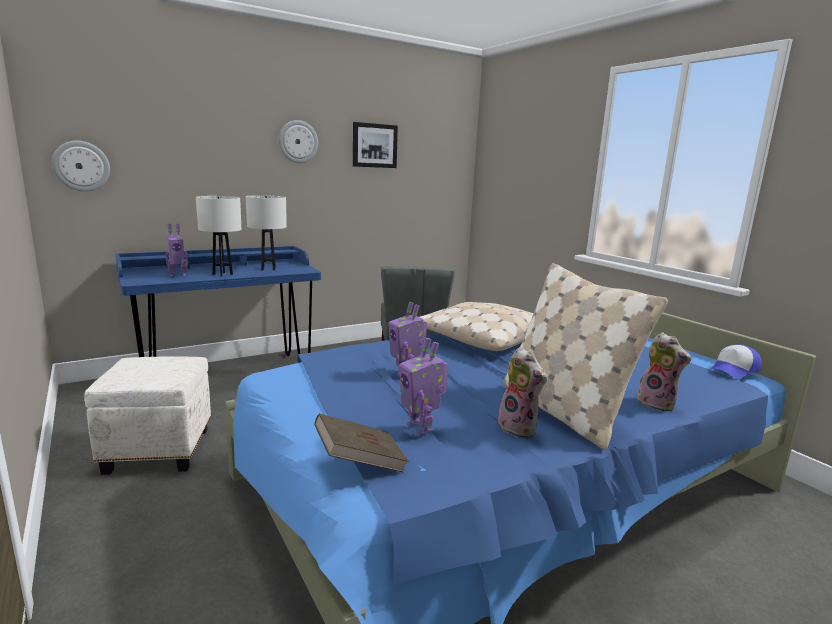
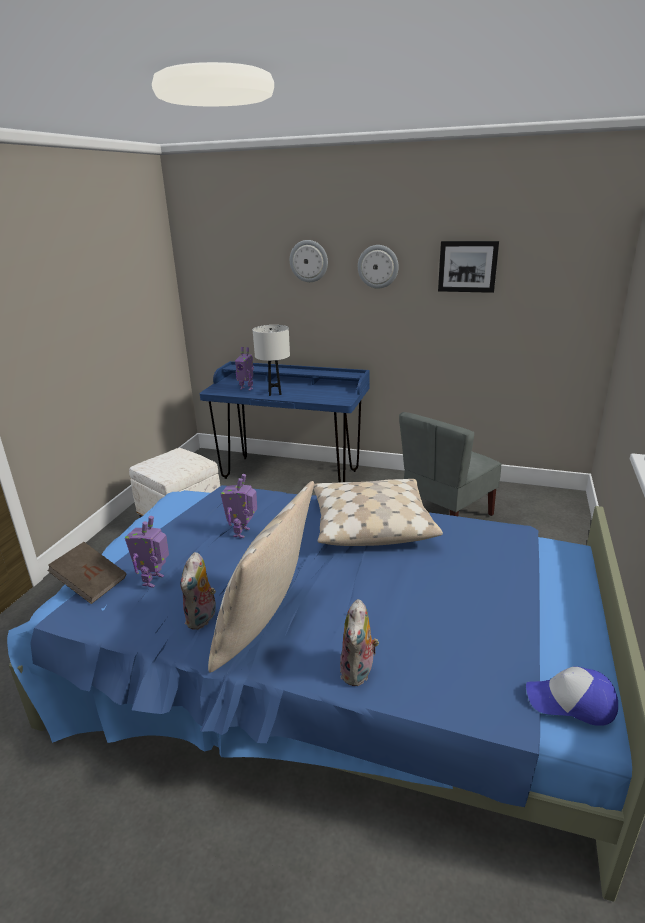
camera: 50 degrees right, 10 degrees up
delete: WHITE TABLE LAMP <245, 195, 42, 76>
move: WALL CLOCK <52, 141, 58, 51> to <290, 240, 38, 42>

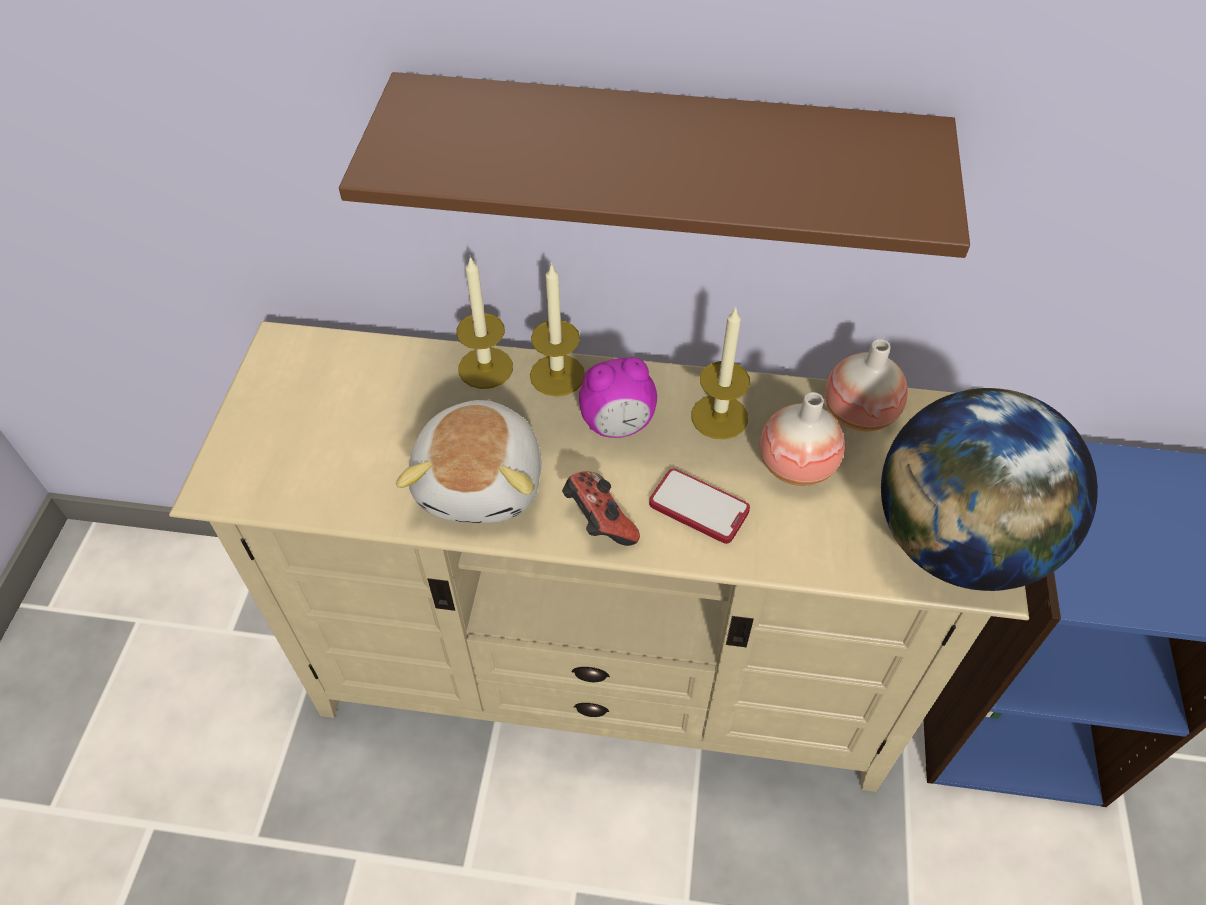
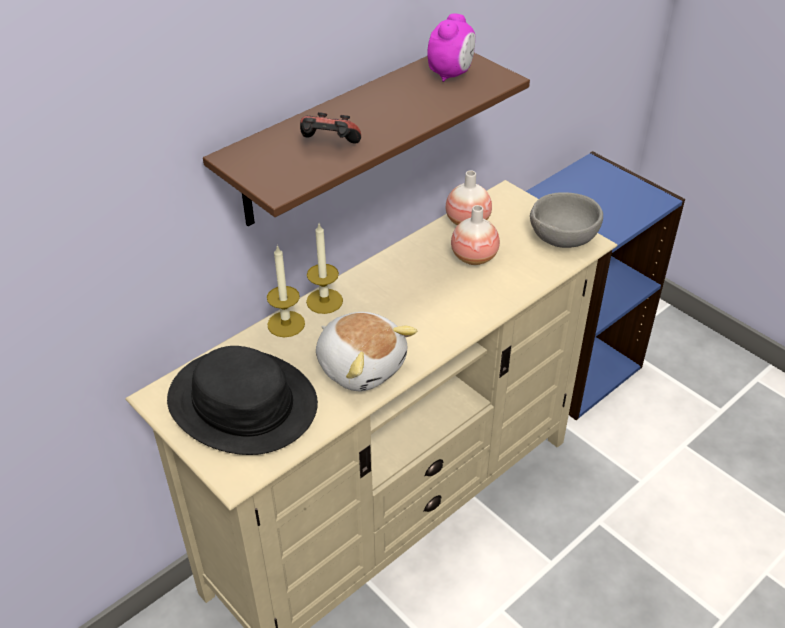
camera: 50 degrees left, 10 degrees down
delete: PHONE <649, 469, 101, 75>; CANDLE <691, 307, 59, 132>
insert: BLACK HAT <167, 346, 151, 109>
move: GAME CONTROLLER <562, 471, 78, 75> to <300, 112, 61, 32>; ALARM CLOCK <579, 357, 78, 81> to <427, 13, 49, 69>
replace: GLOBE <881, 388, 217, 203> to GREY BOWL <530, 192, 73, 56>

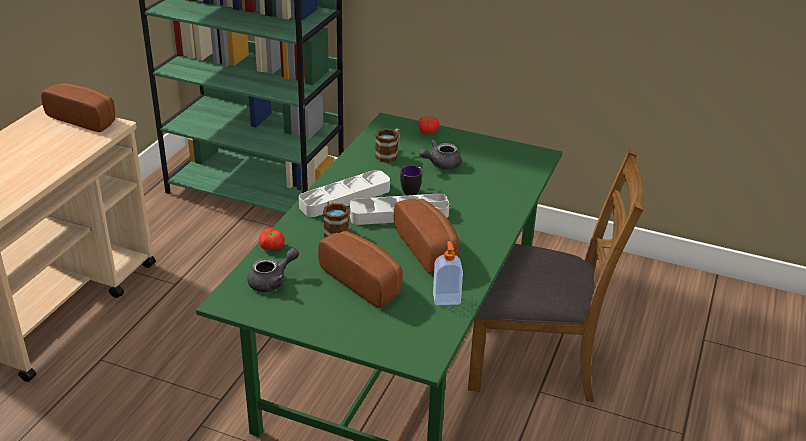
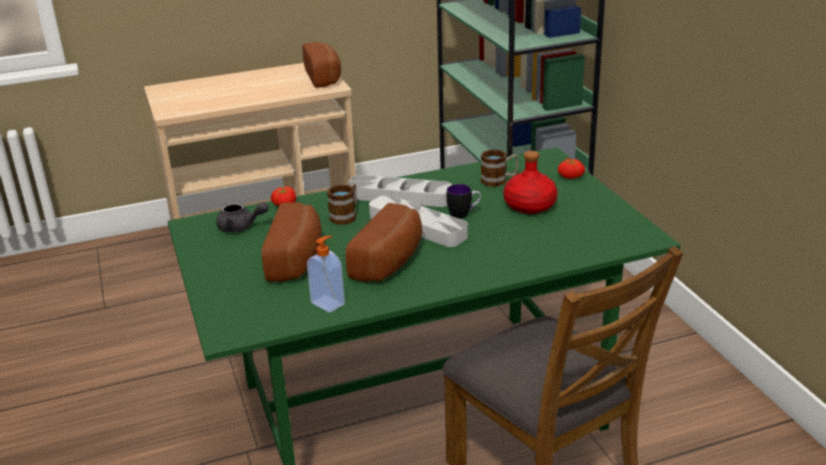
camera: 50 degrees right, 5 degrees down
replace: GREY TEAPOT <420, 140, 41, 30> to RED BOTTLE <503, 151, 55, 63>

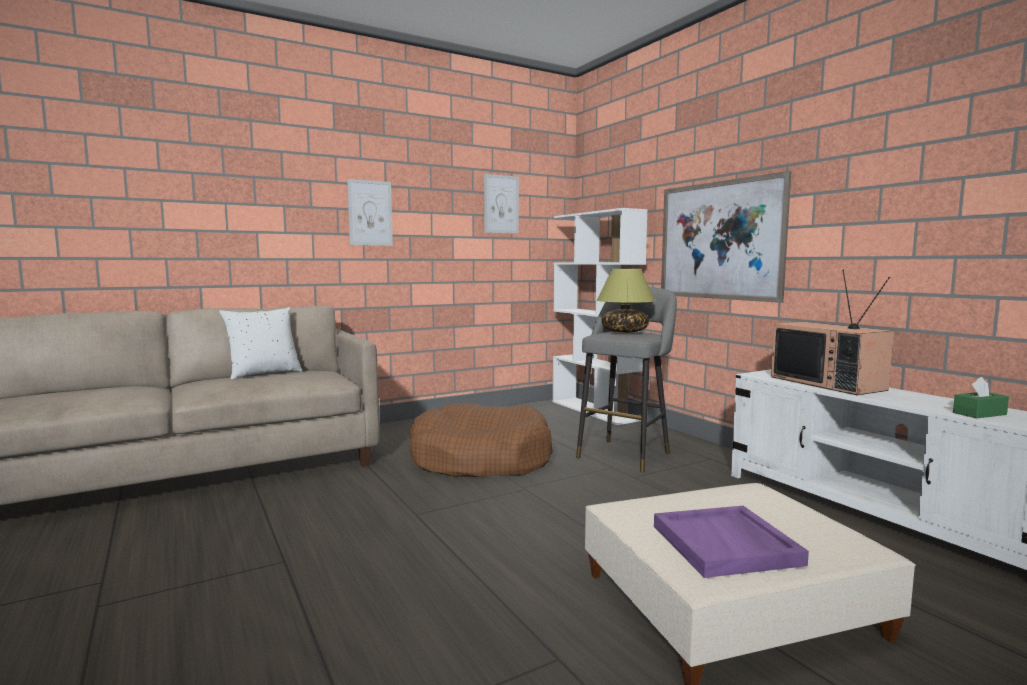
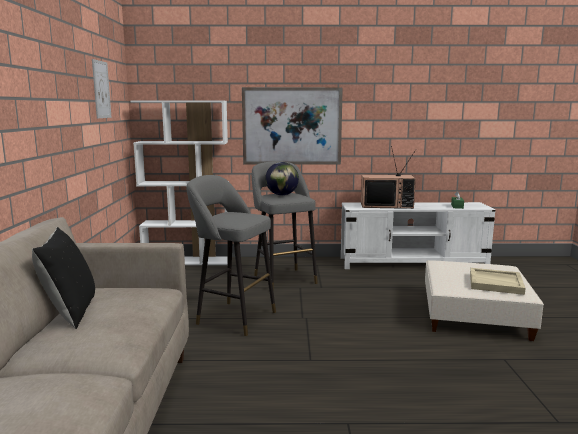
camera: 60 degrees left, 5 degrees up
delete: PICTURE <347, 179, 46, 67>
replace: BROWN DOG BED <409, 403, 144, 74> to GREY STOOL <187, 175, 89, 161>; TABLE LAMP <597, 269, 58, 64> to GLOBE <265, 162, 34, 33>
recolor: WHITE PILLOW <219, 307, 83, 73> to BLACK PILLOW <32, 227, 63, 102>; PURPLE TRAY <654, 506, 155, 72> to BEIGE TRAY <470, 268, 56, 27>

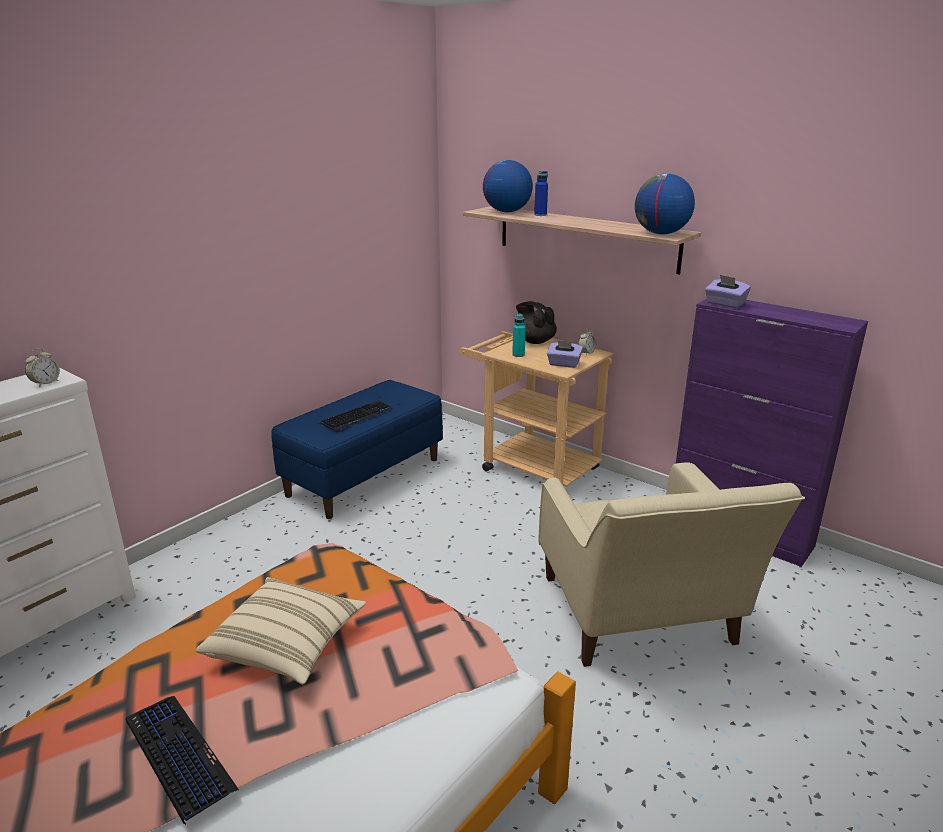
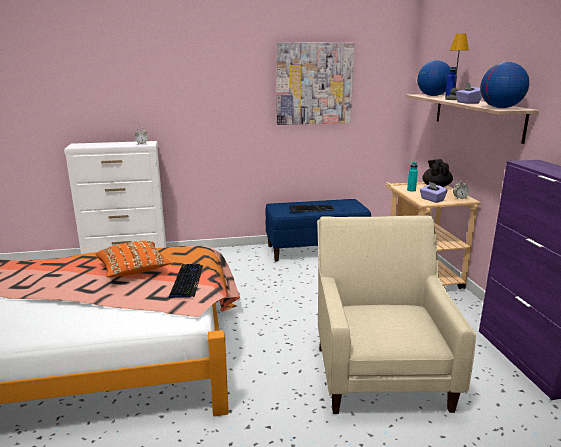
camera: 40 degrees right, 5 degrees down
insert: PICTURE <276, 42, 79, 83>; TABLE LAMP <445, 34, 24, 66>
move: KEYBOARD <126, 696, 113, 128> to <169, 264, 34, 34>; PURPLE TISSUE BOX <705, 275, 46, 34> to <456, 82, 26, 22>
recolor: BEIGE PILLOW <195, 577, 171, 108> to ORANGE PILLOW <96, 241, 76, 37>
rotate: BEIGE ARMCHAIR <538, 462, 267, 205> = <317, 216, 159, 198> 150 degrees clockwise

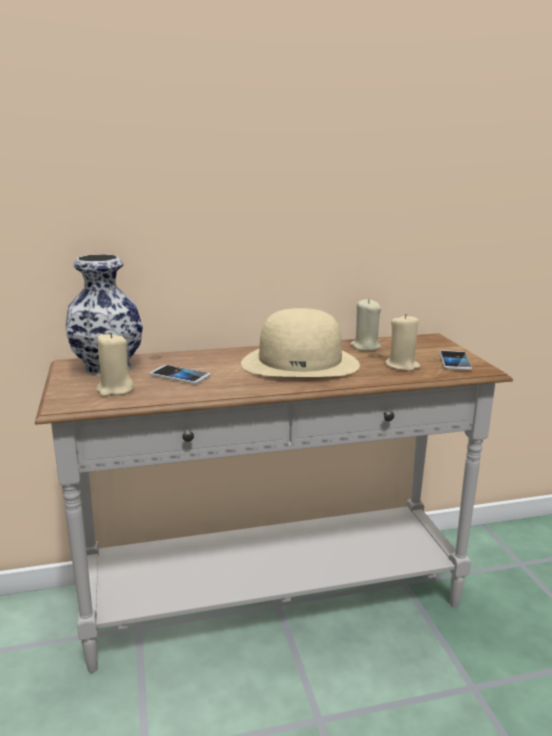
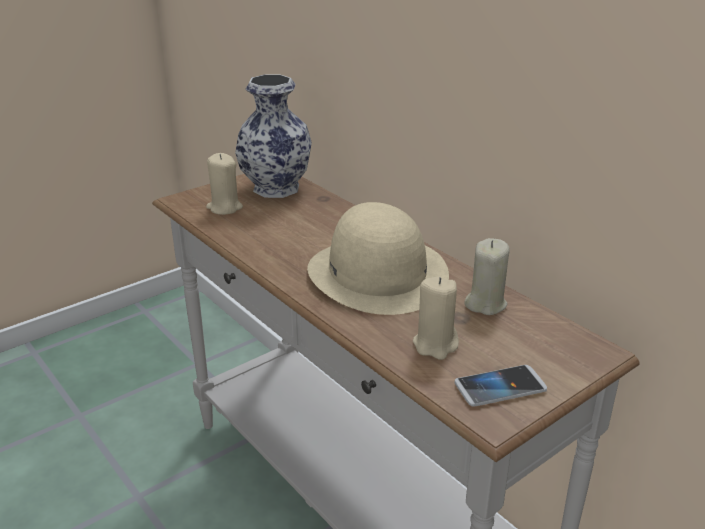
camera: 65 degrees right, 10 degrees up
delete: PHONE <150, 365, 60, 19>

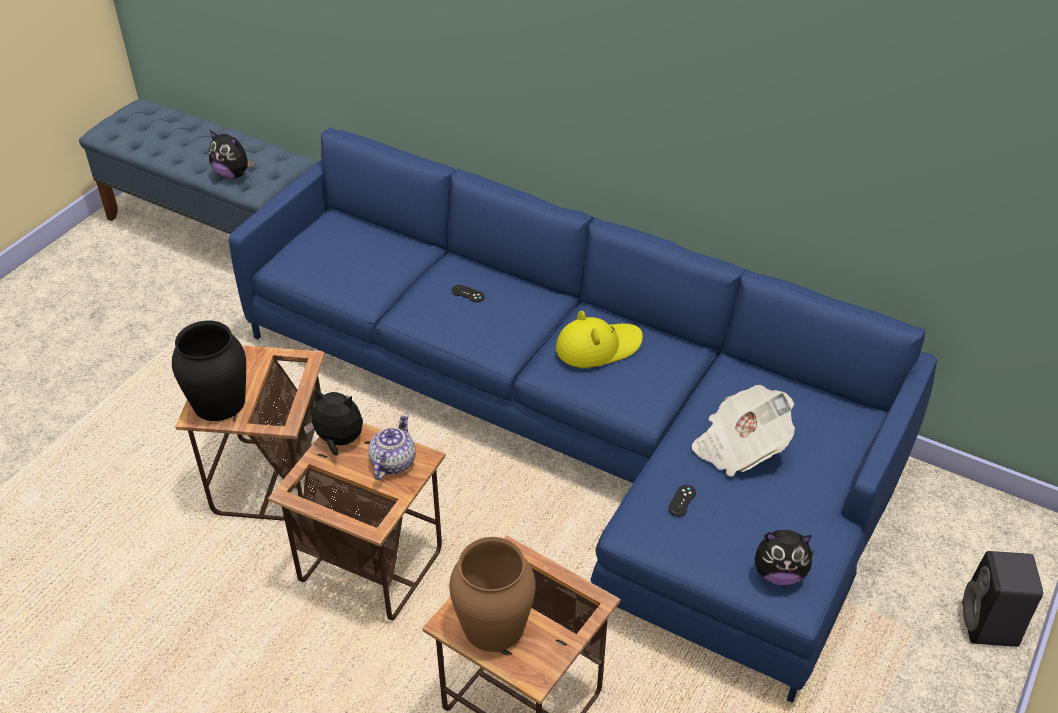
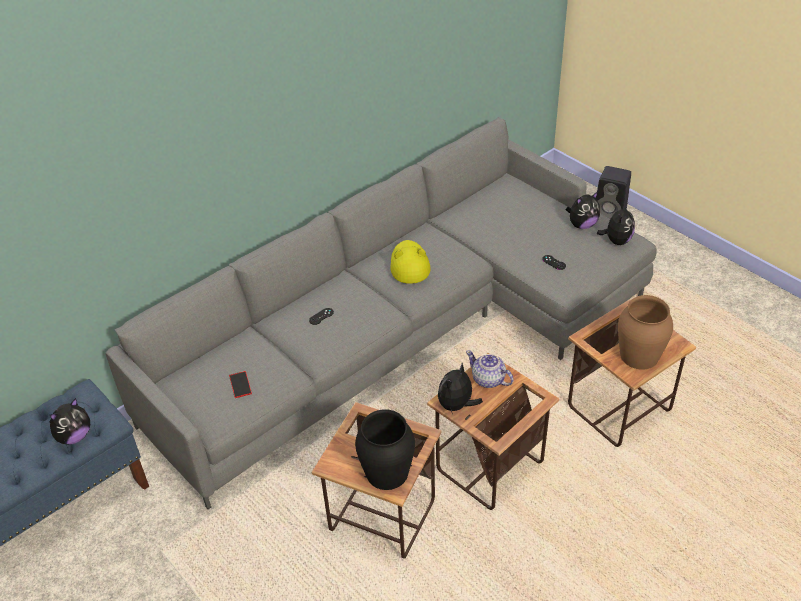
camera: 70 degrees left, 0 degrees up
delete: NEWSPAPER <692, 385, 103, 92>
insert: PHONE <229, 371, 23, 27>; PLUSH TOY <566, 192, 34, 37>
recolor: BLUE SOFA <229, 127, 708, 576> to GREY SOFA <106, 117, 550, 392>

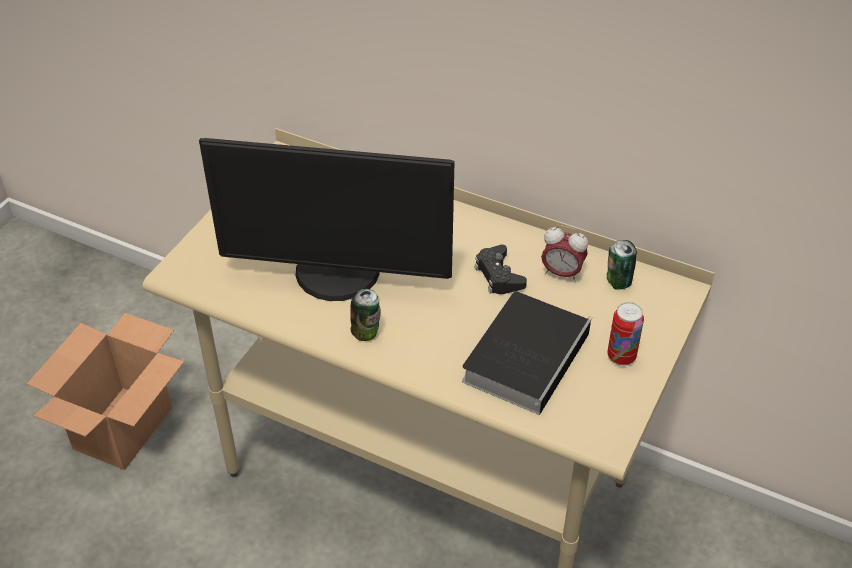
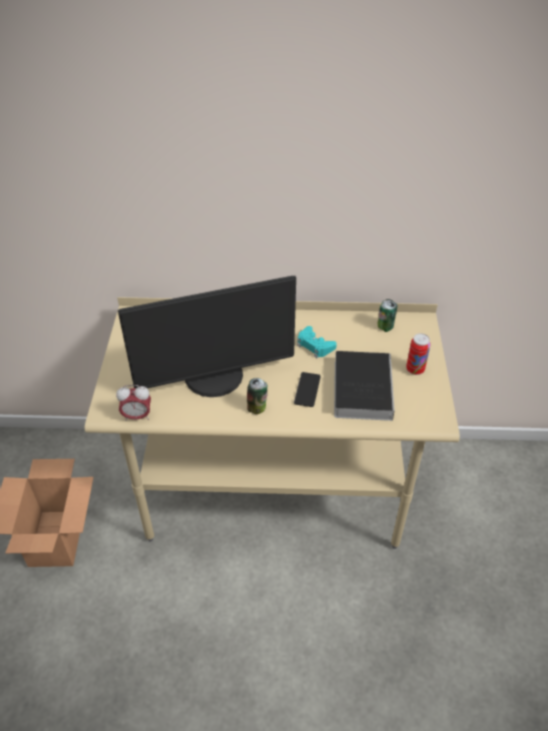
camera: 25 degrees left, 0 degrees up
insert: PHONE <294, 372, 27, 35>
move: ALARM CLOCK <541, 225, 47, 57> to <116, 385, 35, 36>
recolor: BLACK GAME CONTROLLER <474, 245, 53, 49> to TURQUOISE GAME CONTROLLER <297, 326, 40, 32>

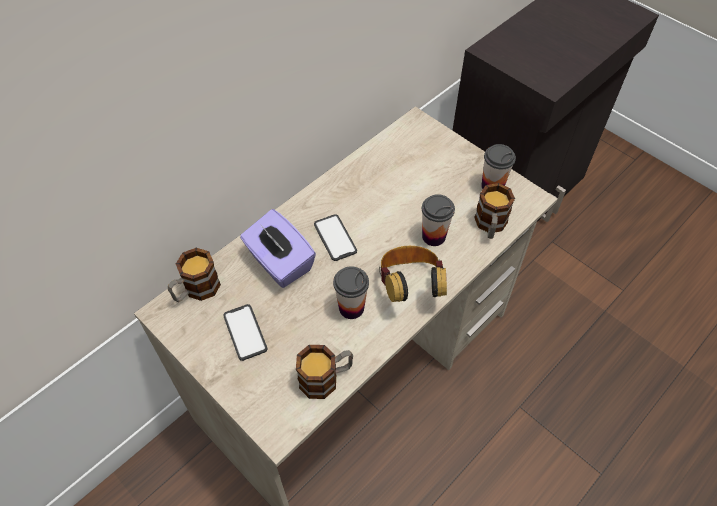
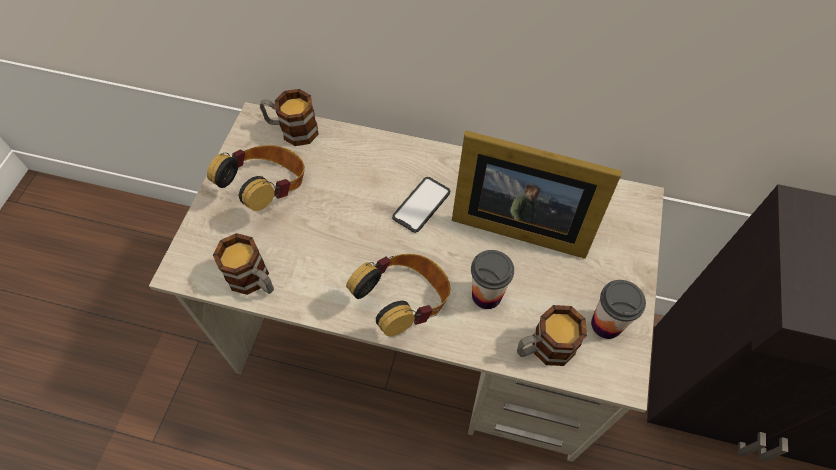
camera: 60 degrees right, 5 degrees up
delete: PURPLE TISSUE BOX <240, 209, 76, 79>; CUP <333, 266, 36, 53>
insert: PICTURE FRAME <452, 130, 170, 129>
replace: PHONE <223, 304, 44, 57> to HEADPHONES <207, 145, 98, 66>

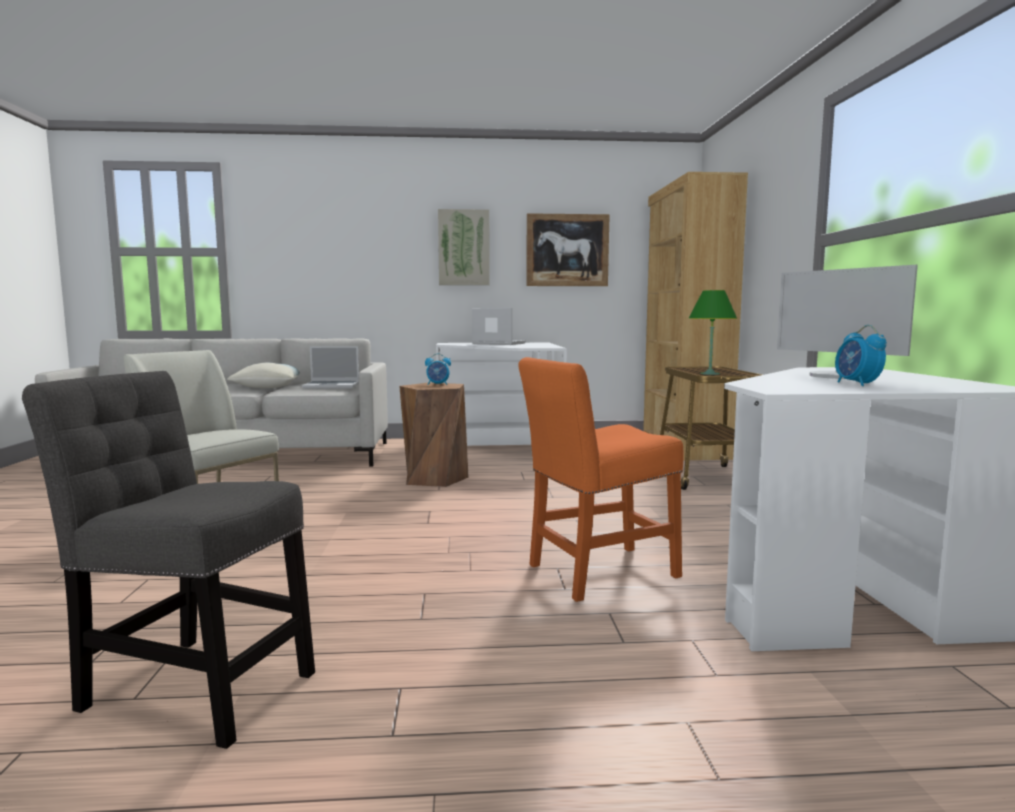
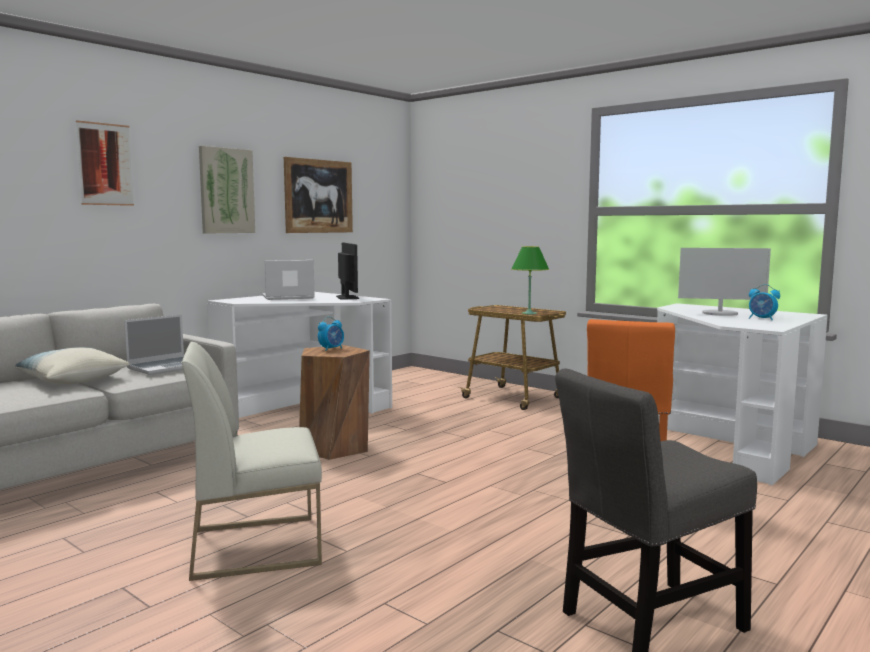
camera: 45 degrees left, 0 degrees up
delete: BROWN BOOKCASE <643, 172, 105, 288>
insert: PICTURE <76, 120, 58, 86>; MONITOR <336, 243, 23, 57>

